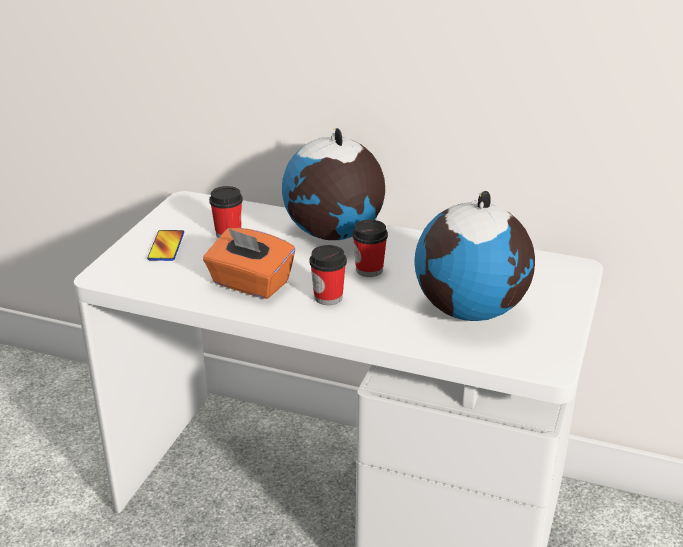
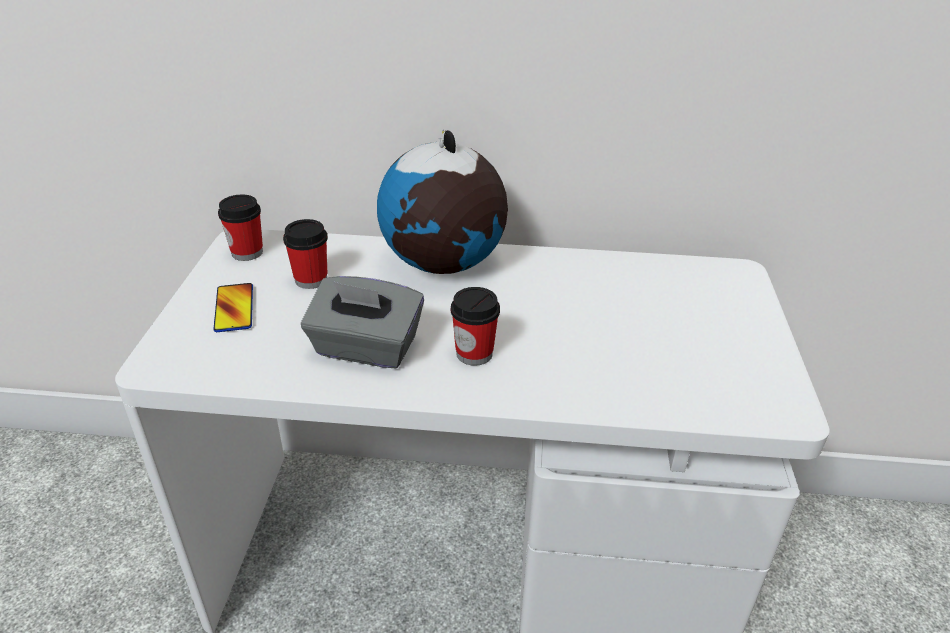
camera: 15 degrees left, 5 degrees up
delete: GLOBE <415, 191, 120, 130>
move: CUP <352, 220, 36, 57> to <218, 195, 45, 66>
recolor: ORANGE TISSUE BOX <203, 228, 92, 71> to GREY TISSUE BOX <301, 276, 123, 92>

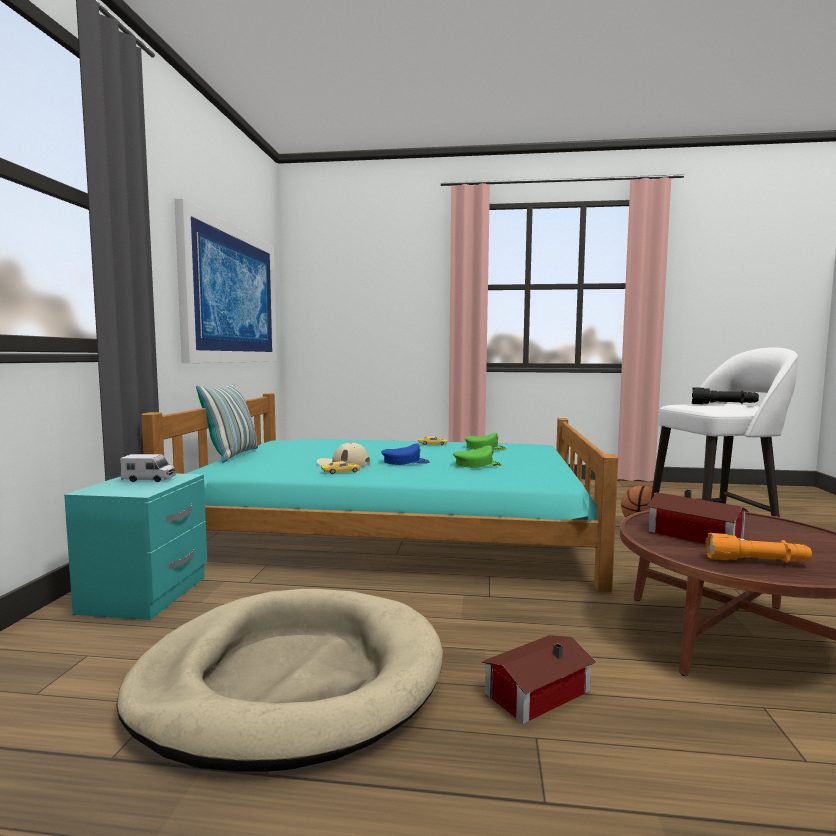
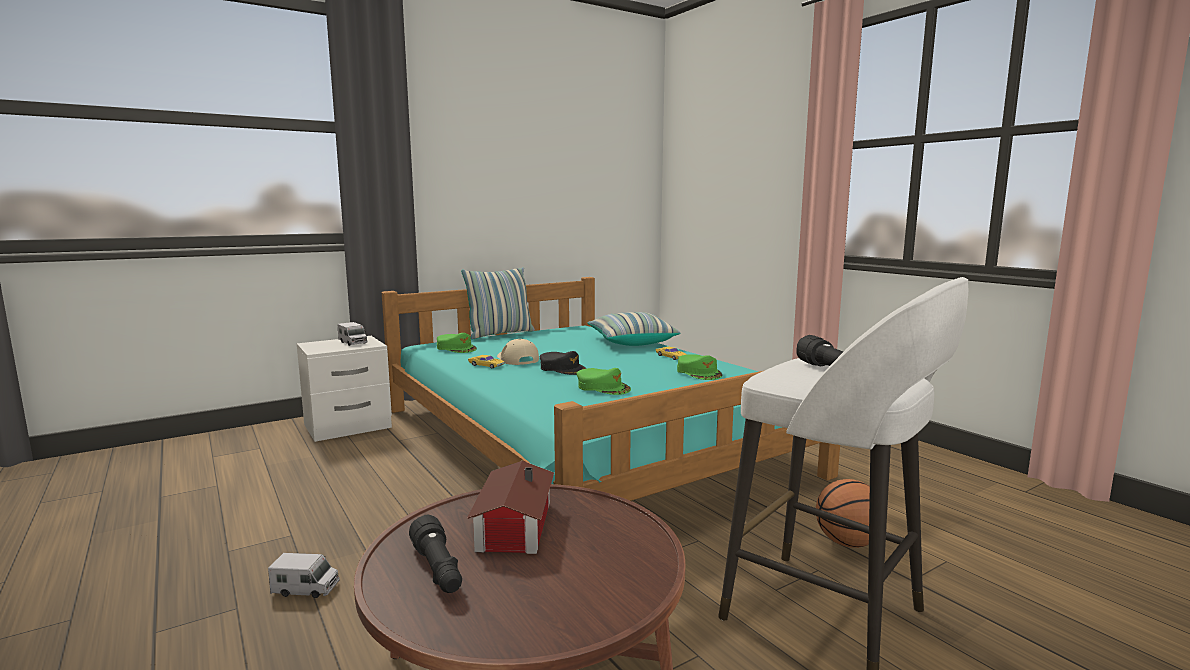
camera: 50 degrees right, 5 degrees up
delete: BEIGE DOG BED <116, 589, 327, 183>; PICTURE <174, 198, 103, 165>
insert: GREEN CAP <437, 333, 40, 20>; PILLOW <588, 312, 92, 34>
replace: TOY HOUSE <481, 635, 115, 89> to TOY TRUCK <268, 553, 72, 45>
recolor: TURQUOISE NIGHTSTAND <64, 474, 143, 146> to WHITE NIGHTSTAND <297, 336, 95, 106>; ORANGE FLASHLIGHT <705, 533, 107, 30> to BLACK FLASHLIGHT <409, 515, 53, 78>; BLUE CAP <381, 443, 49, 22> to BLACK CAP <540, 351, 46, 24>

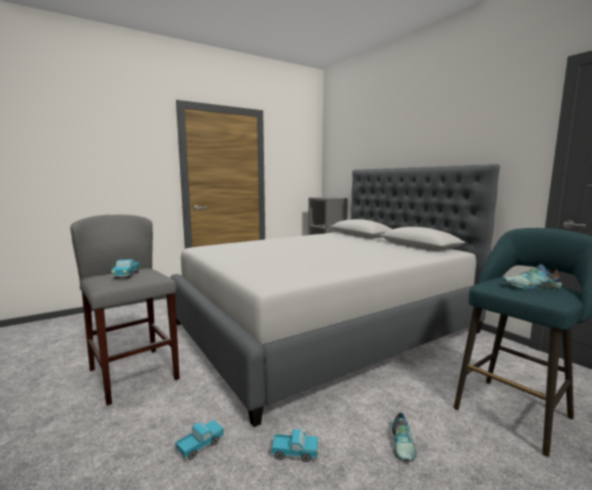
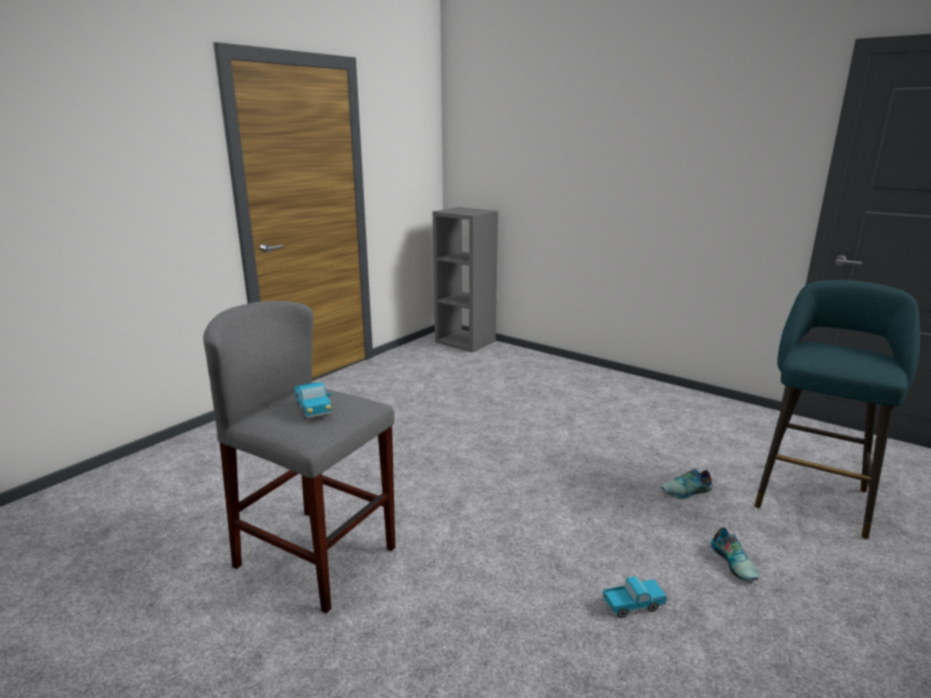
camera: 20 degrees left, 10 degrees up
delete: GREY BED <170, 164, 330, 263>; TOY TRUCK <175, 420, 49, 40>
move: SHOE <503, 264, 59, 26> to <661, 468, 52, 31>

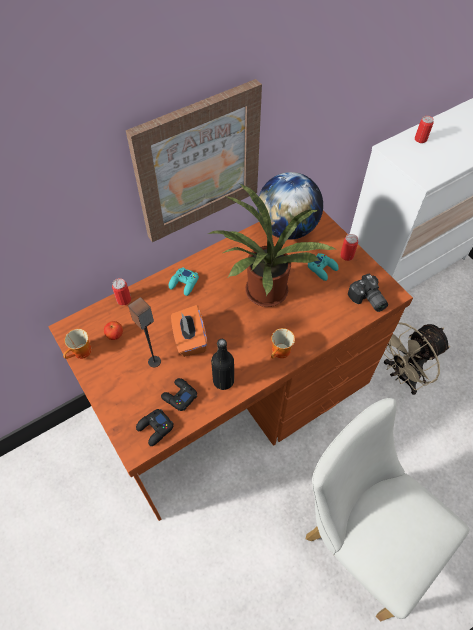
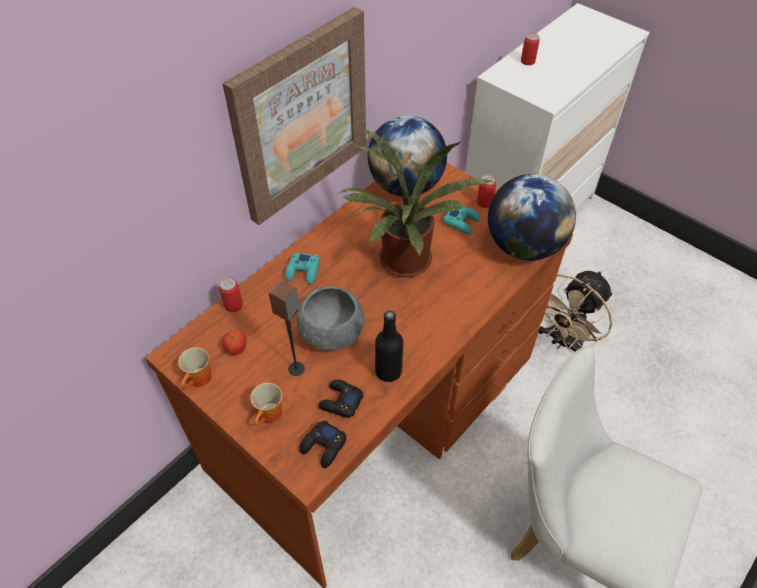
camera: 15 degrees left, 5 degrees down
move: MUG <271, 328, 24, 31> to <250, 382, 33, 44>
replace: ORANGE TISSUE BOX <171, 305, 37, 52> to GREY BOWL <297, 286, 67, 65>; PHOTO CAMERA <348, 273, 40, 39> to GLOBE <488, 174, 88, 87>

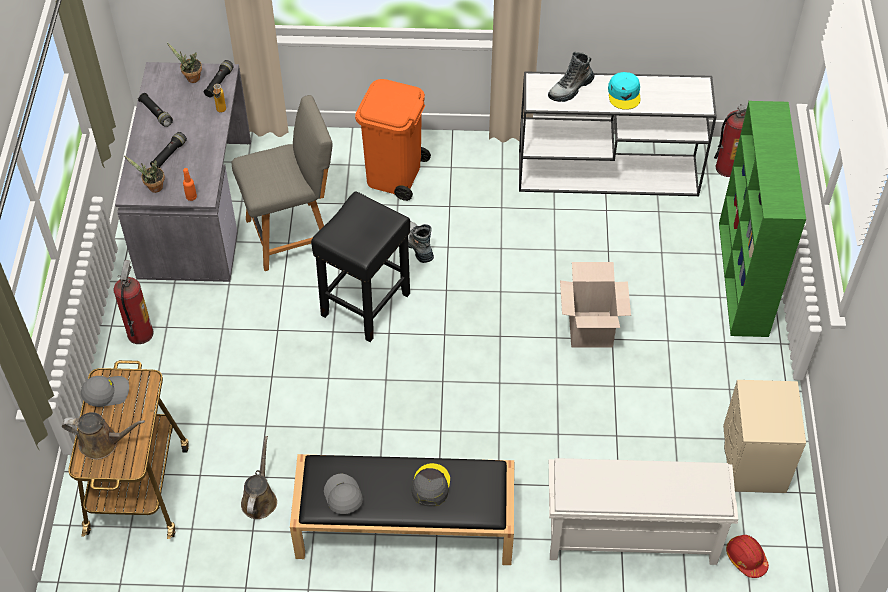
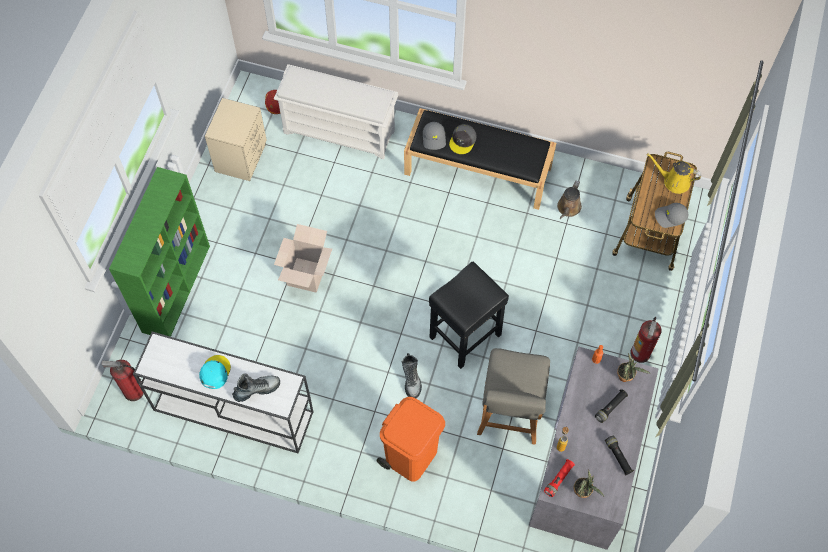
camera: 165 degrees left, 10 degrees up
move: GREY CAP <324, 474, 39, 40> to <423, 122, 23, 28>
recolor: BLACK FLASHLIGHT <204, 60, 30, 38> to RED FLASHLIGHT <544, 459, 31, 38>; BROWN WATERING CAN <62, 412, 83, 48> to YELLOW WATERING CAN <647, 153, 55, 41>
rotate: GREY CHAIR <232, 95, 101, 176> = <477, 348, 73, 97> 75 degrees counterclockwise

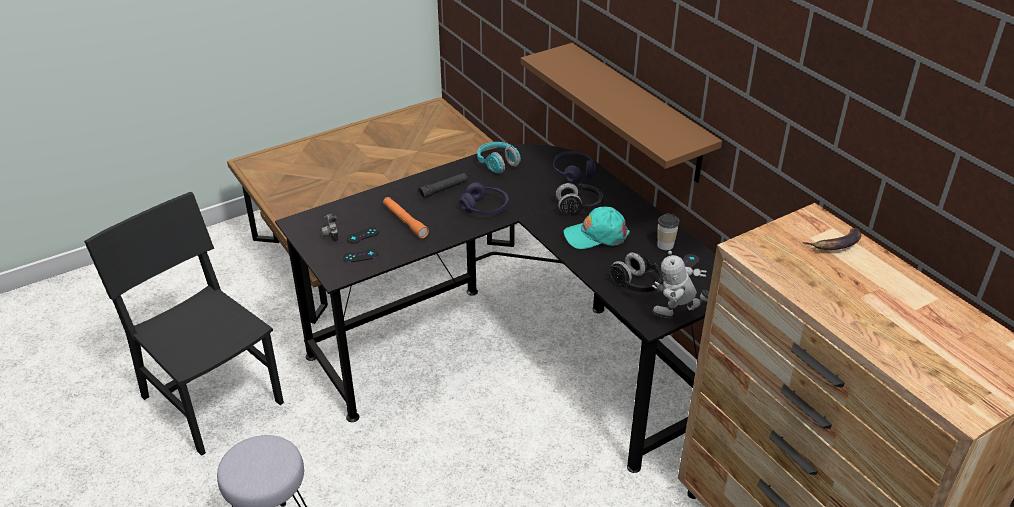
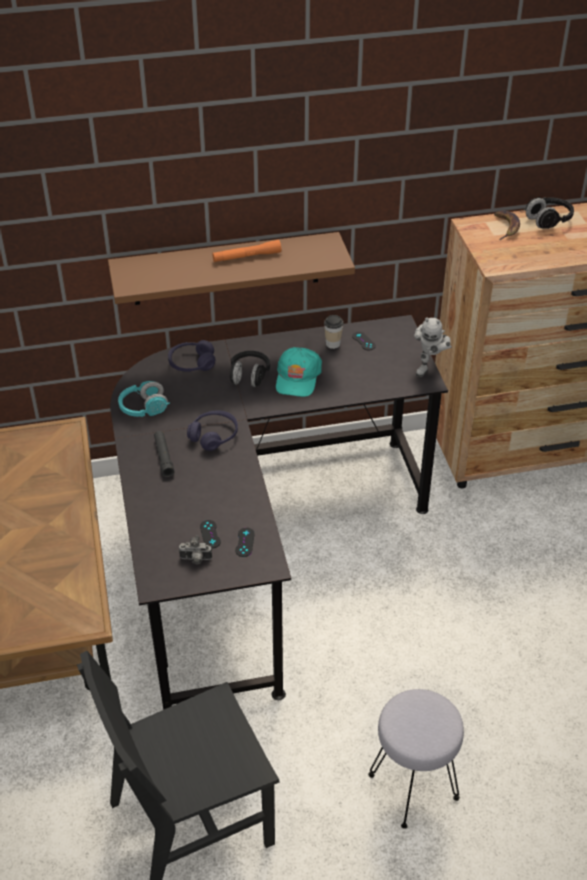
camera: 70 degrees left, 5 degrees up
move: ORANGE FLASHLIGHT <383, 197, 46, 41> to <212, 240, 69, 22>; BLACK HEADPHONES <610, 253, 53, 39> to <523, 197, 51, 32>

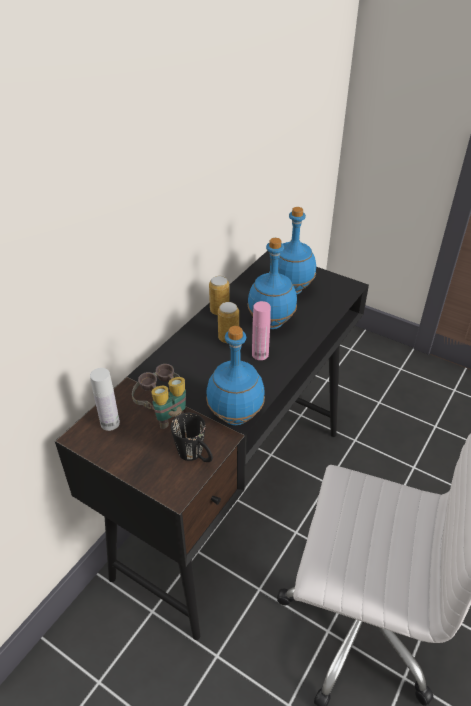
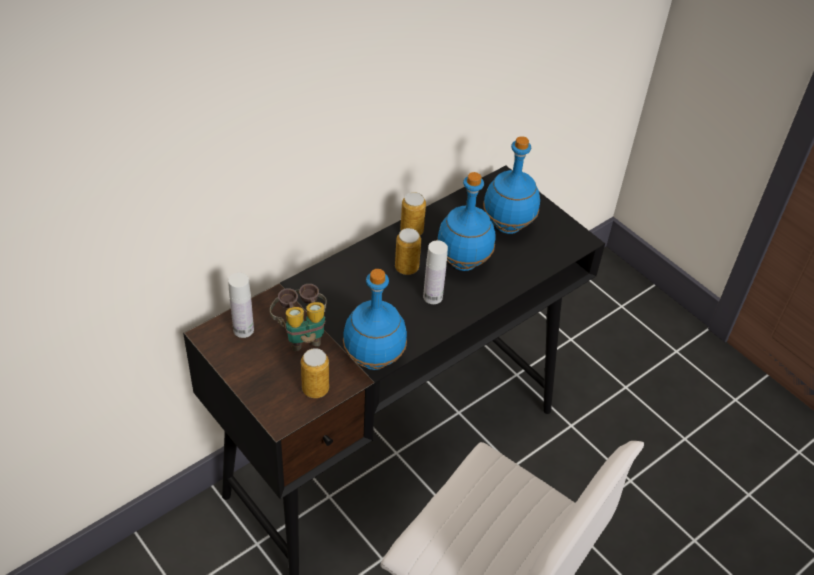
camera: 15 degrees right, 5 degrees up
replace: BLACK MUG <171, 413, 42, 49> to CAN <301, 348, 28, 50>
recolor: PINK BOTTLE <252, 301, 19, 59> to WHITE BOTTLE <423, 240, 25, 64>

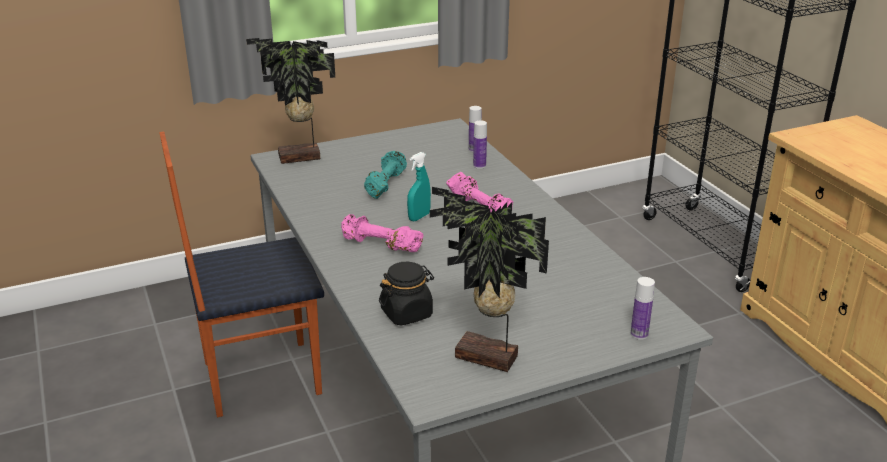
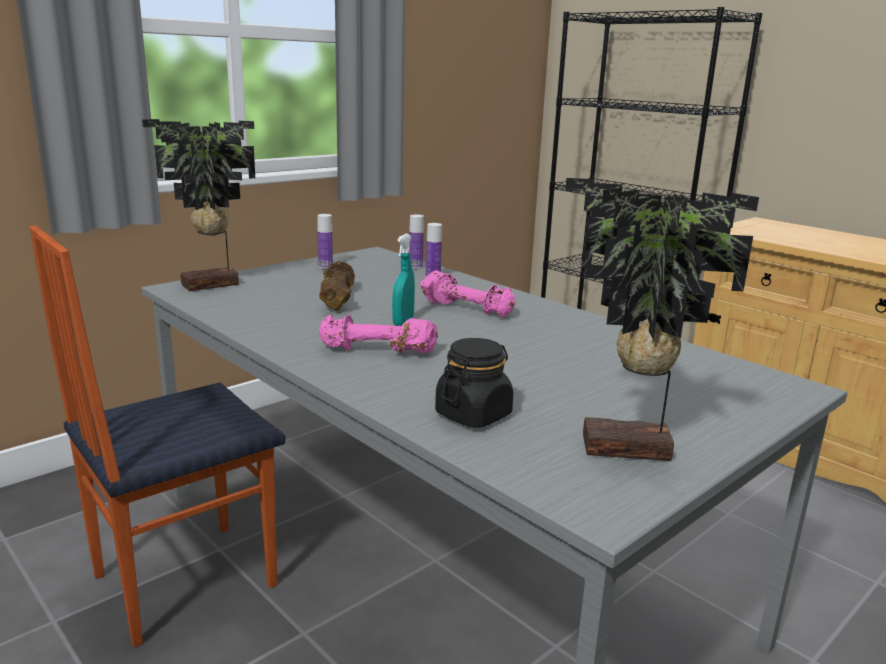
camera: 20 degrees left, 10 degrees down
move: BOTTLE <631, 277, 24, 63> to <317, 214, 16, 55>
recolor: TURQUOISE DUMBBELL <364, 151, 43, 48> to BROWN DUMBBELL <319, 261, 36, 50>

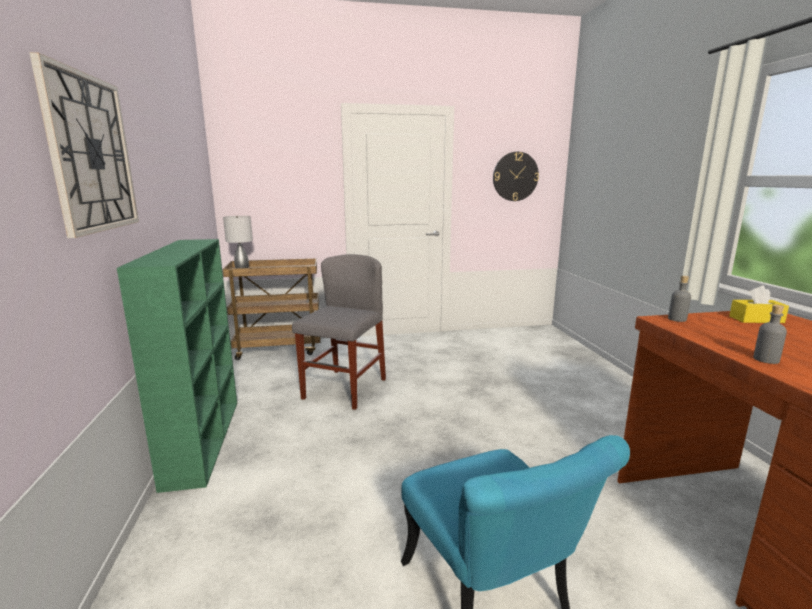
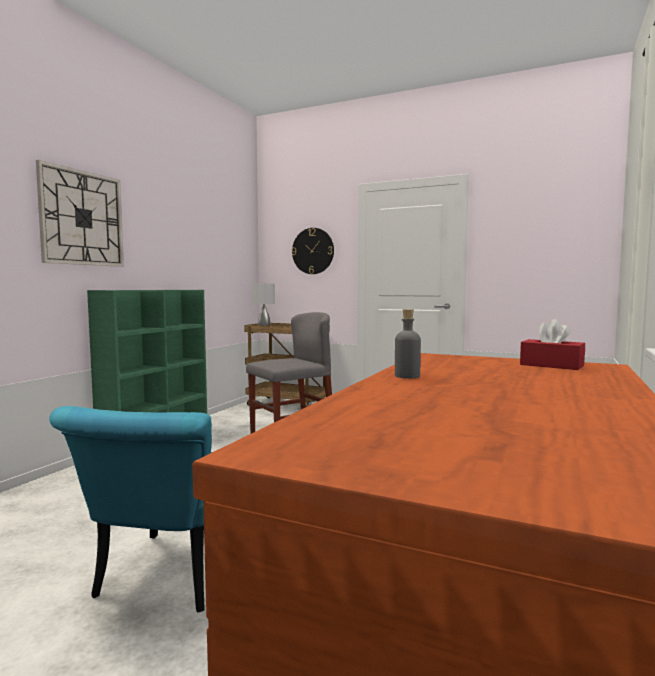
camera: 35 degrees right, 10 degrees down
delete: GREY BOTTLE <668, 276, 23, 46>
move: WALL CLOCK <493, 152, 46, 49> to <292, 228, 42, 46>
recolor: YELLOW TISSUE BOX <729, 286, 60, 37> to RED TISSUE BOX <520, 319, 65, 51>

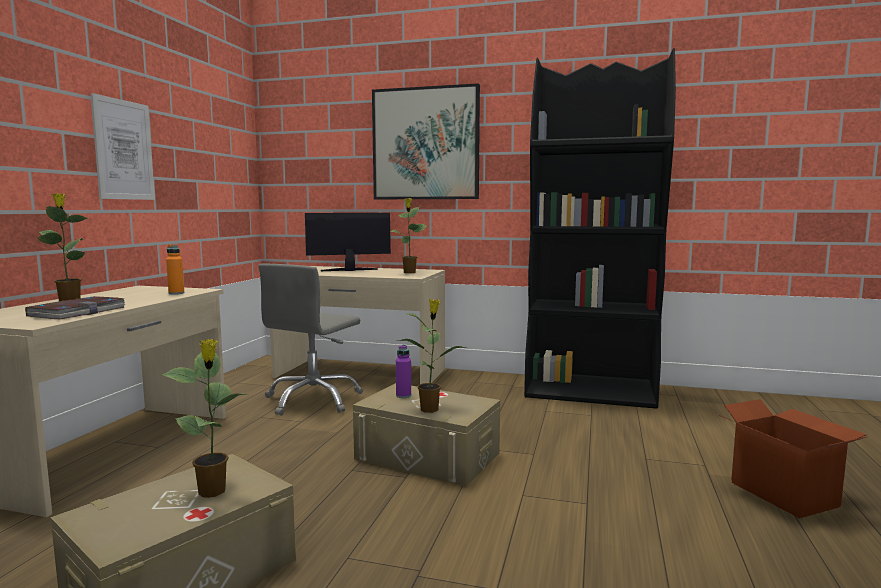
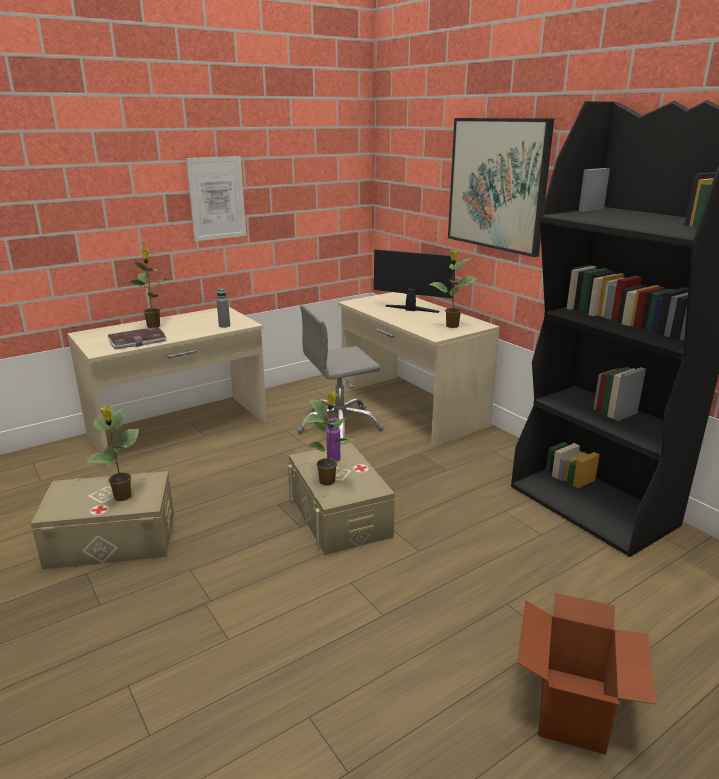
camera: 40 degrees right, 15 degrees up
recolor: ORANGE BOTTLE <166, 245, 18, 50> to GREY BOTTLE <217, 288, 13, 40>

